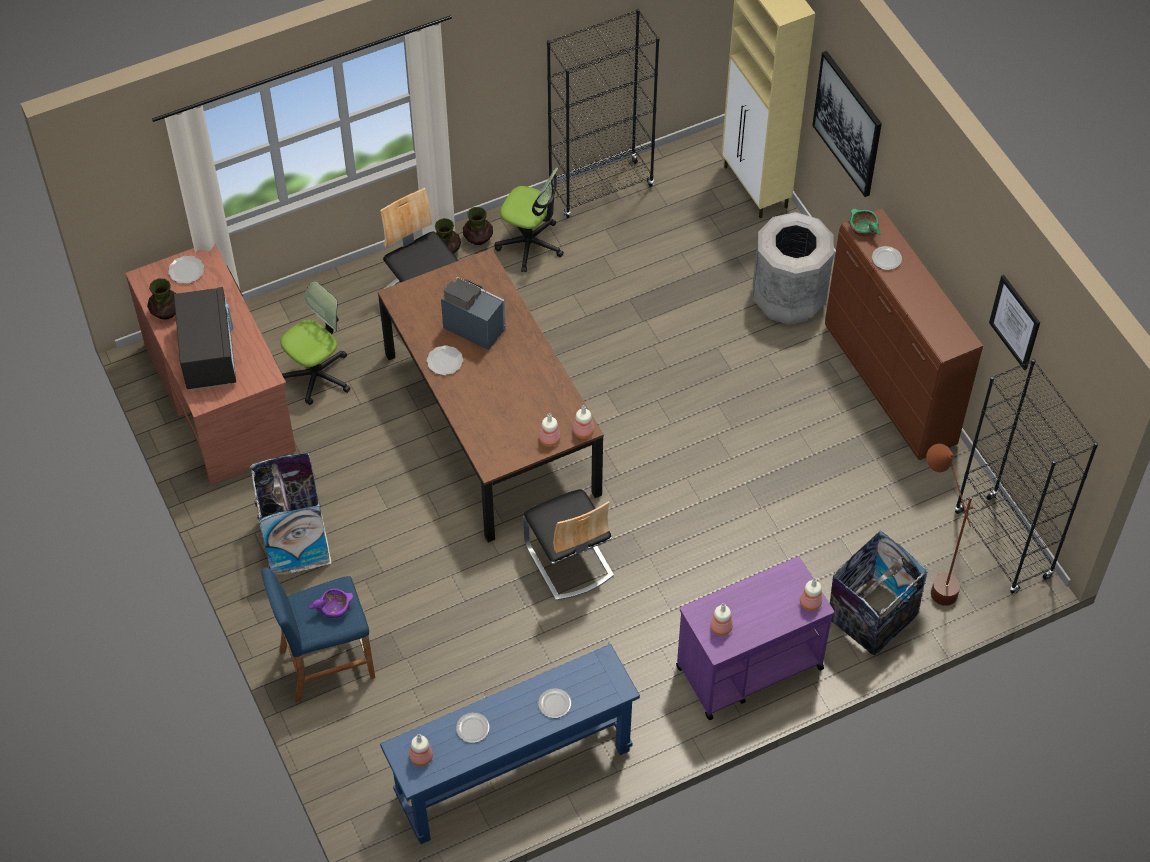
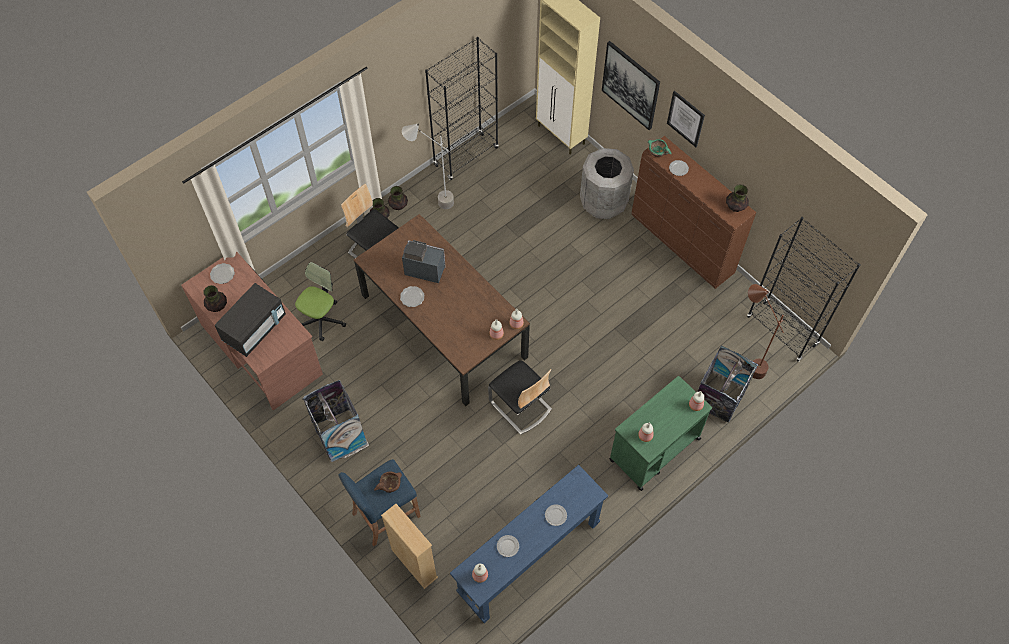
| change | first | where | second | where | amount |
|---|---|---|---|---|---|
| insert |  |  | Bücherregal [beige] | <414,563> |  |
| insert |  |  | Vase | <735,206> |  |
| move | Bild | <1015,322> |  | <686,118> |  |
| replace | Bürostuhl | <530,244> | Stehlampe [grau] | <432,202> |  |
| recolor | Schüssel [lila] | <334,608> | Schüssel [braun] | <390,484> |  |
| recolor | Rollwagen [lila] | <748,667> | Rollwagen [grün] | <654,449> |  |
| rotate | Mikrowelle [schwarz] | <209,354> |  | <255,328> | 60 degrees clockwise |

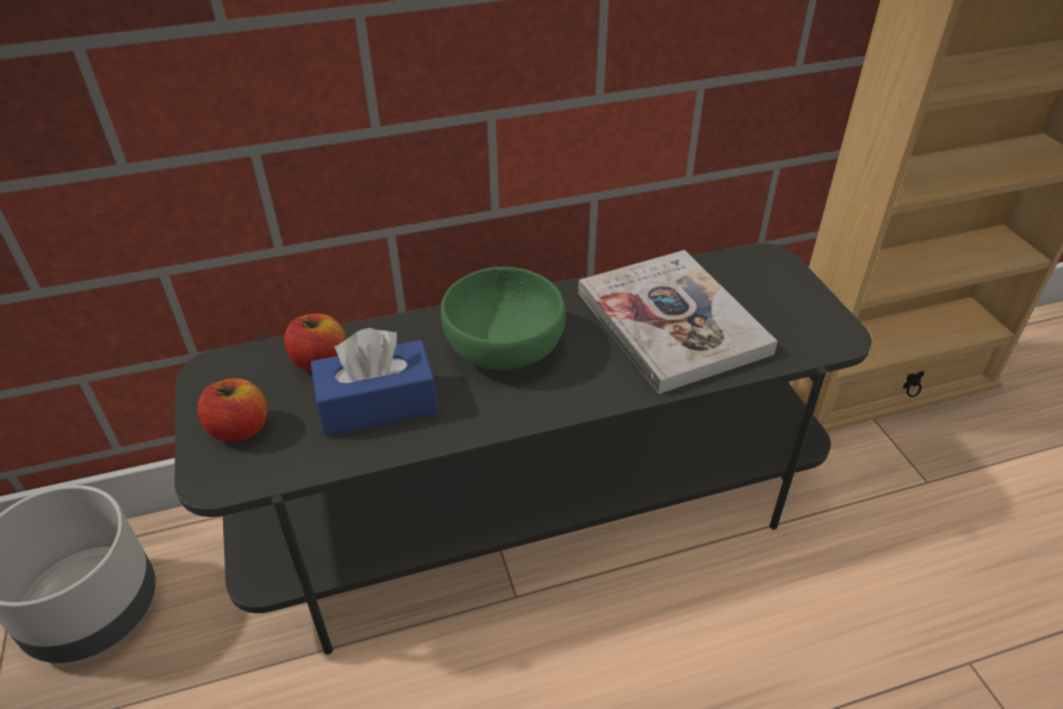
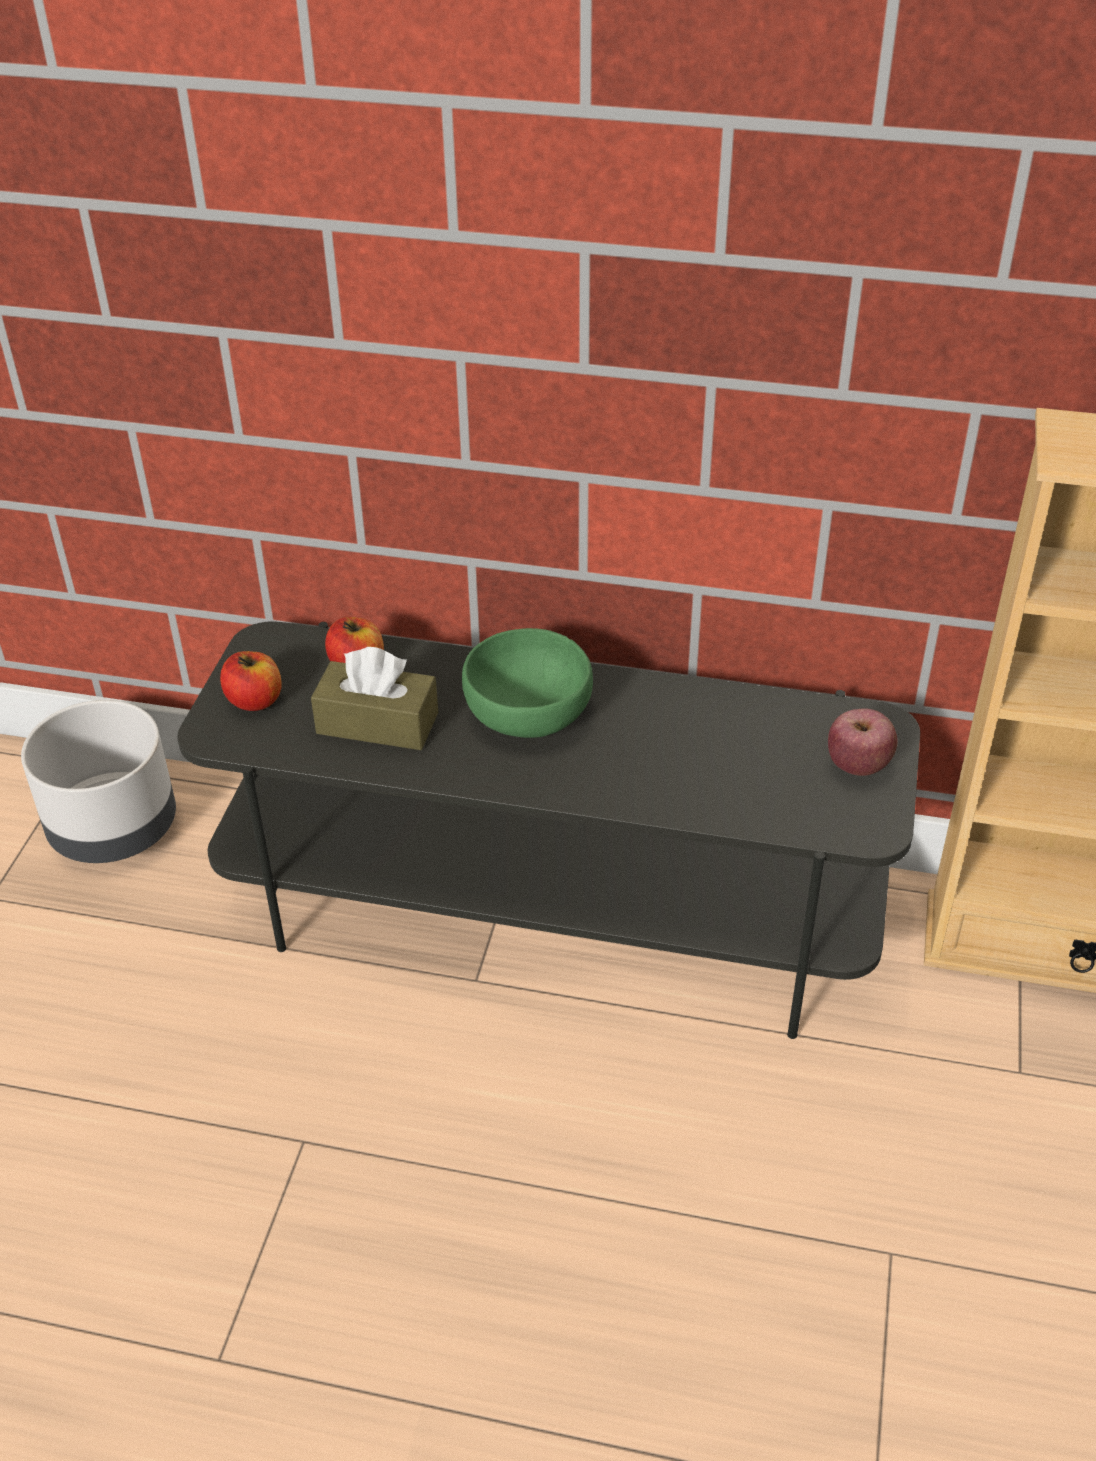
| change | first | where | second | where | amount |
|---|---|---|---|---|---|
| delete | Buch | <671,322> |  |  |  |
| insert |  |  | Apfel | <858,766> |  |
| recolor | Taschentuchbox [blau] | <377,404> | Taschentuchbox [braun] | <377,723> |  |

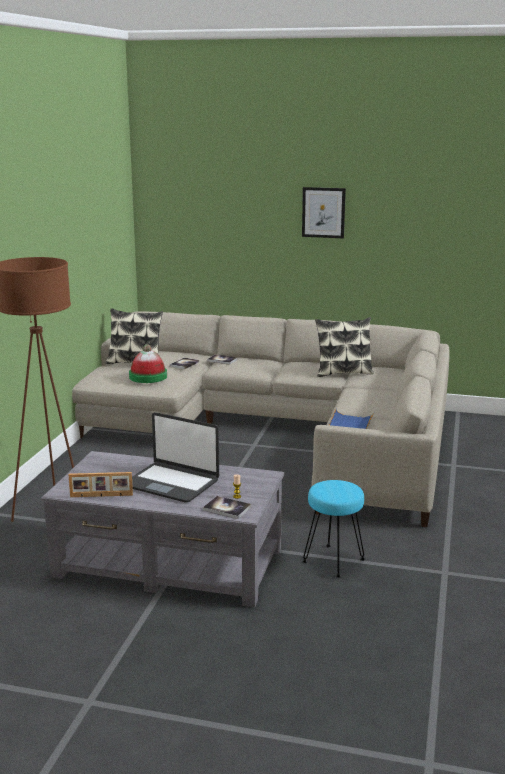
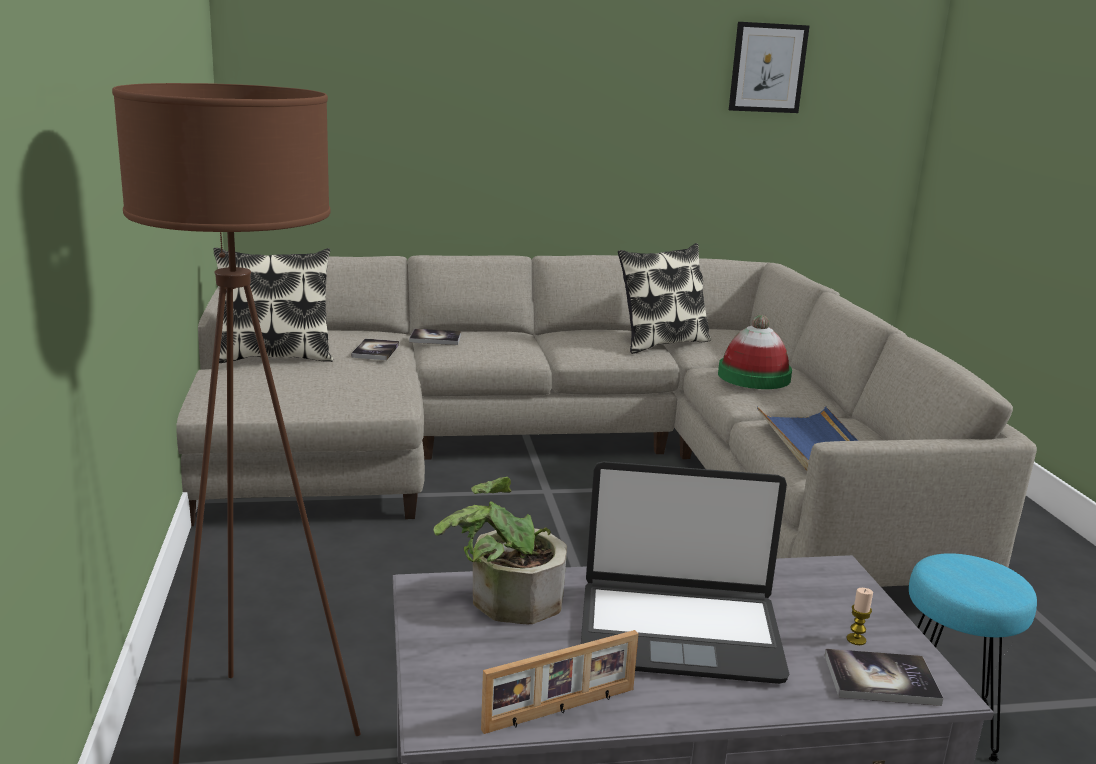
| change | first | where | second | where | amount |
|---|---|---|---|---|---|
| insert |  |  | Topfpflanze | <504,598> |  |
| move | Hut | <148,376> |  | <754,376> |  |
| move | Bild | <323,212> |  | <767,68> |  |

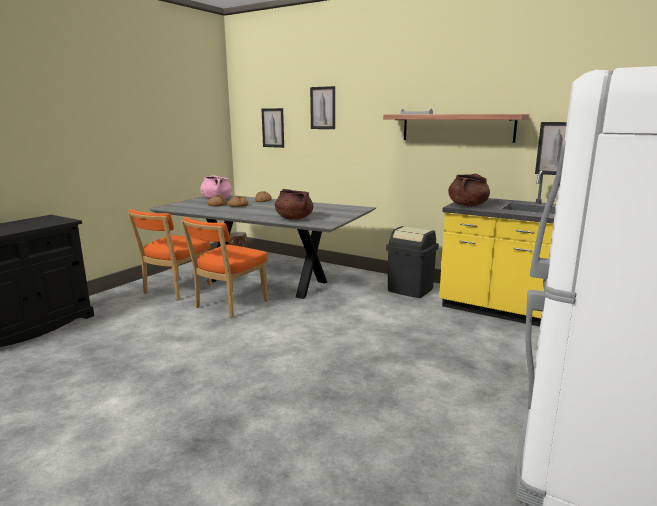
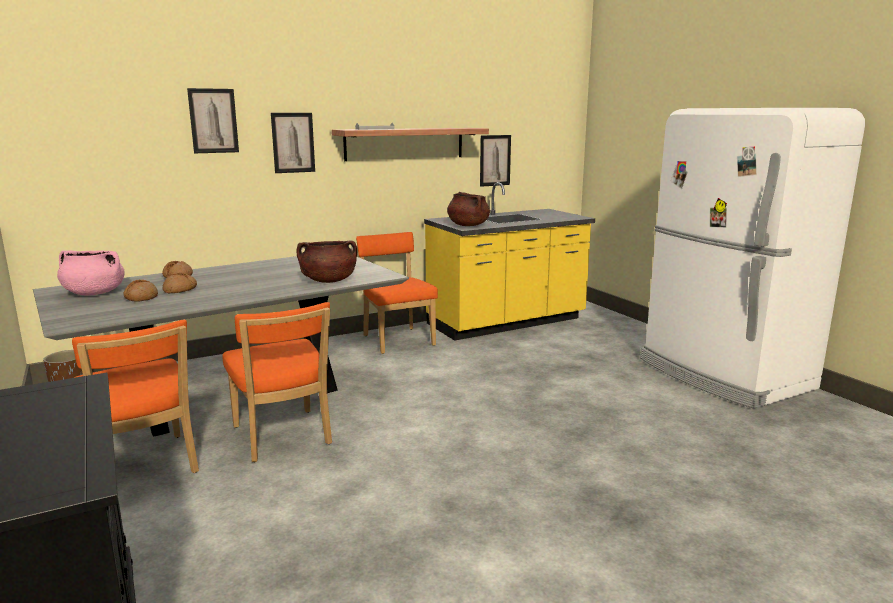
| change | first | where | second | where | amount |
|---|---|---|---|---|---|
| move | Bild | <273,128> |  | <293,142> |  |
| replace | Mülleimer [schwarz] | <410,290> | Stuhl [orange] | <397,339> |  |

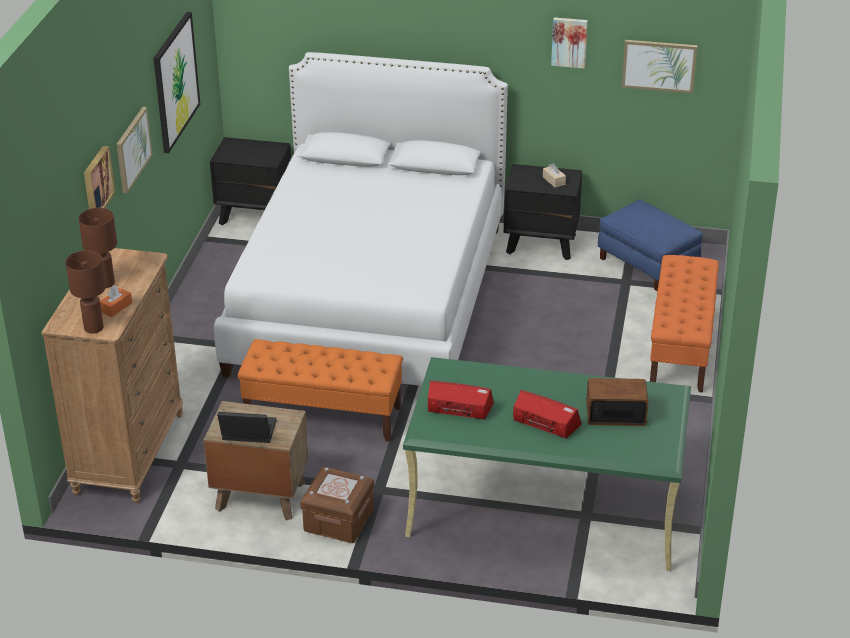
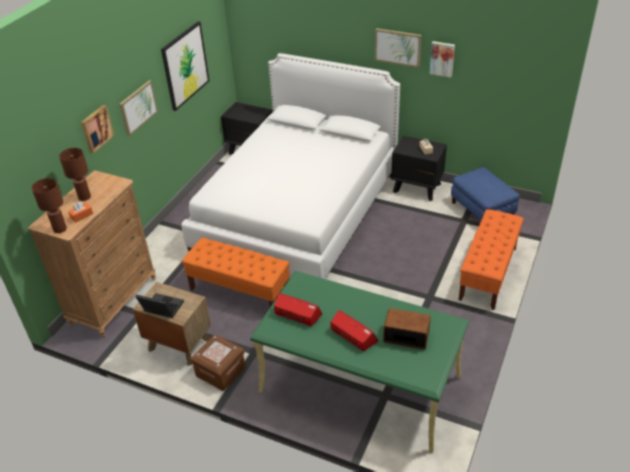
| change | first | where | second | where | amount |
|---|---|---|---|---|---|
| move | Bild | <659,65> |  | <398,47> |  |

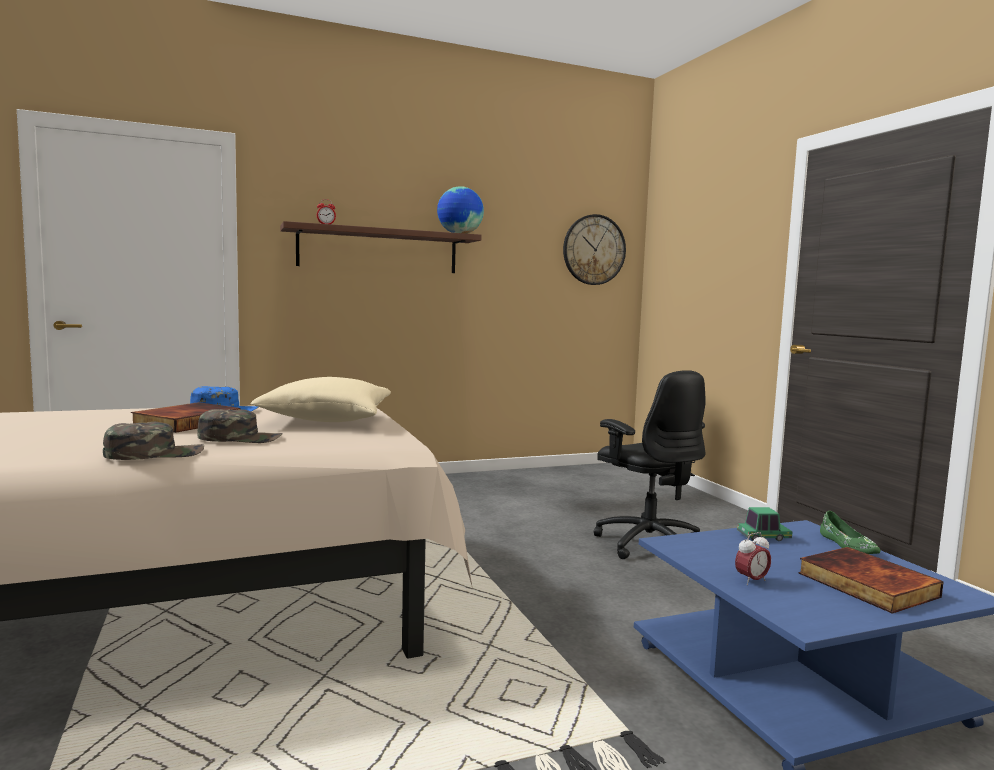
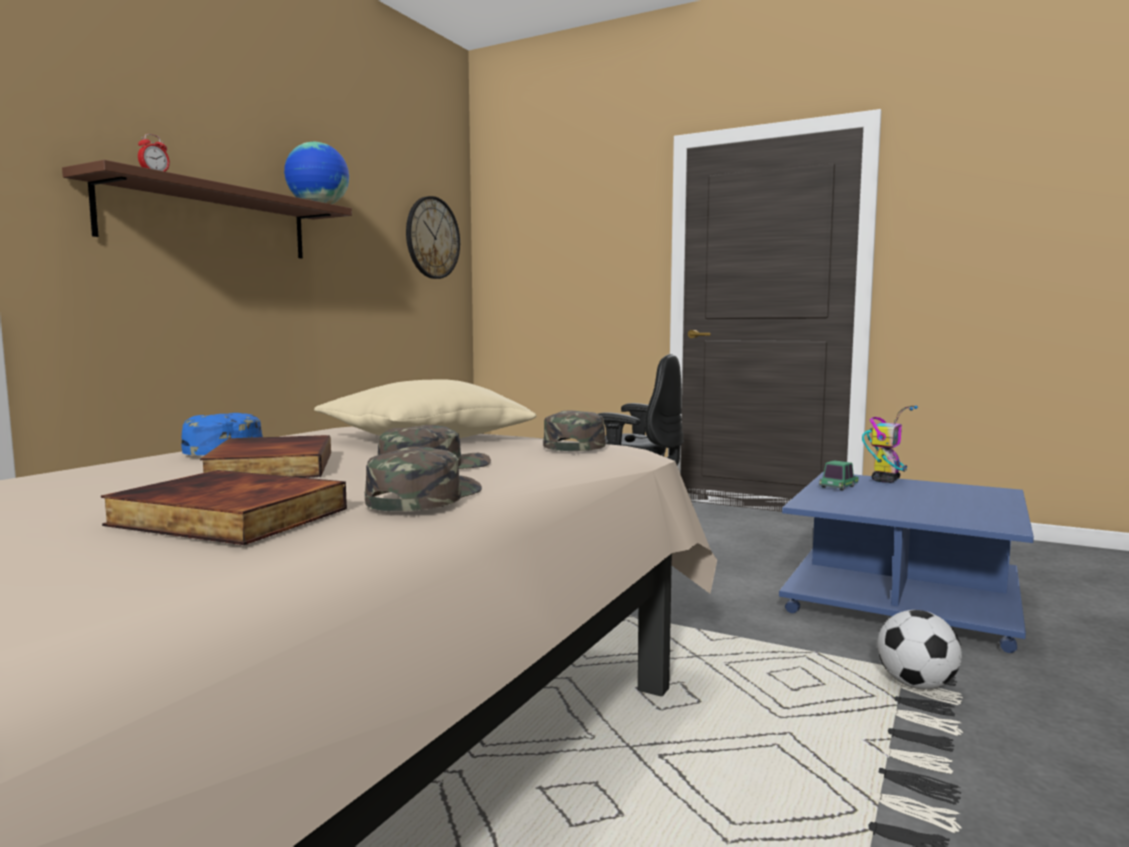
| change | first | where | second | where | amount |
|---|---|---|---|---|---|
| delete | Wecker | <751,581> |  |  |  |
| insert |  |  | Kappe [grün] | <576,445> |  |
| insert |  |  | Fußball | <916,685> |  |
| move | Buch | <865,585> |  | <225,518> |  |
| replace | Schuh [grün] | <847,545> | Spielzeugroboter | <885,480> |  |

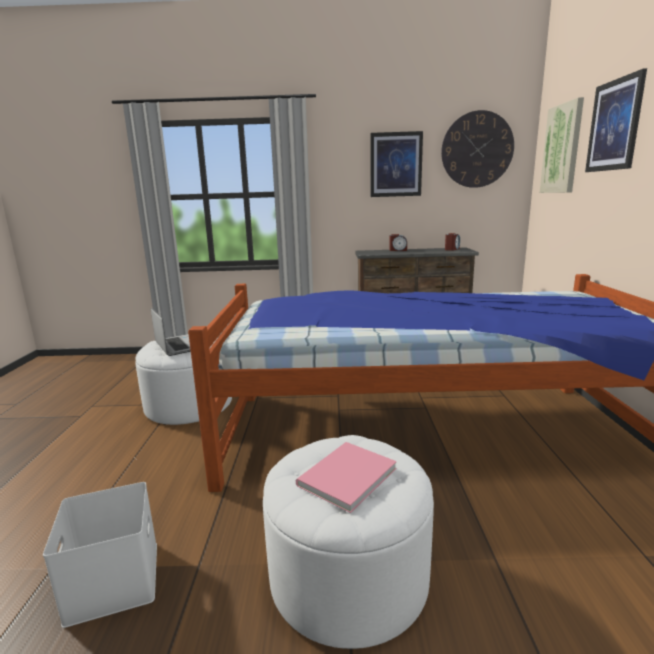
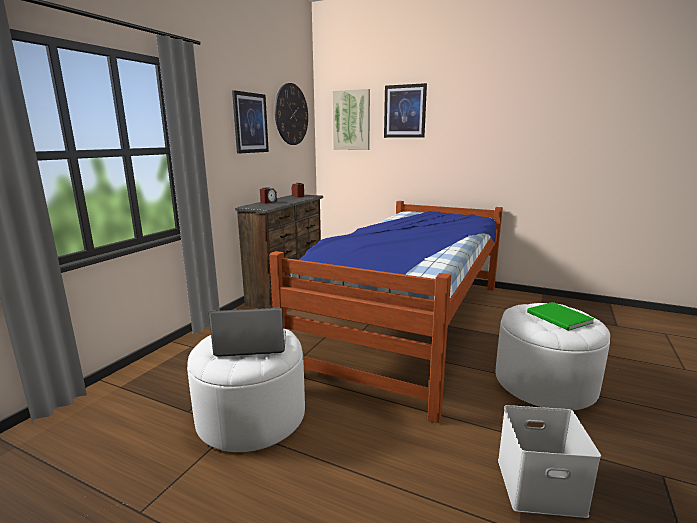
| change | first | where | second | where | amount |
|---|---|---|---|---|---|
| recolor | Buch [rosa] | <344,477> | Buch [grün] | <559,318> |  |

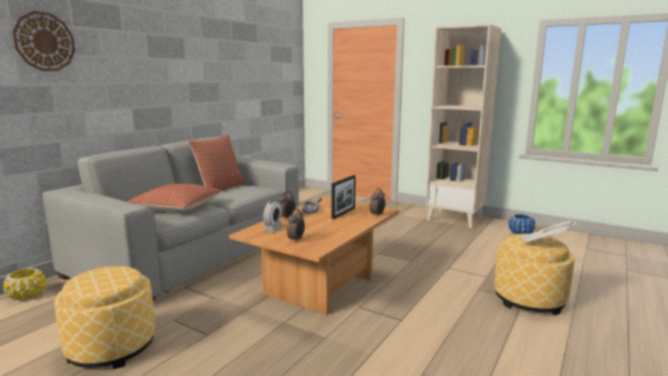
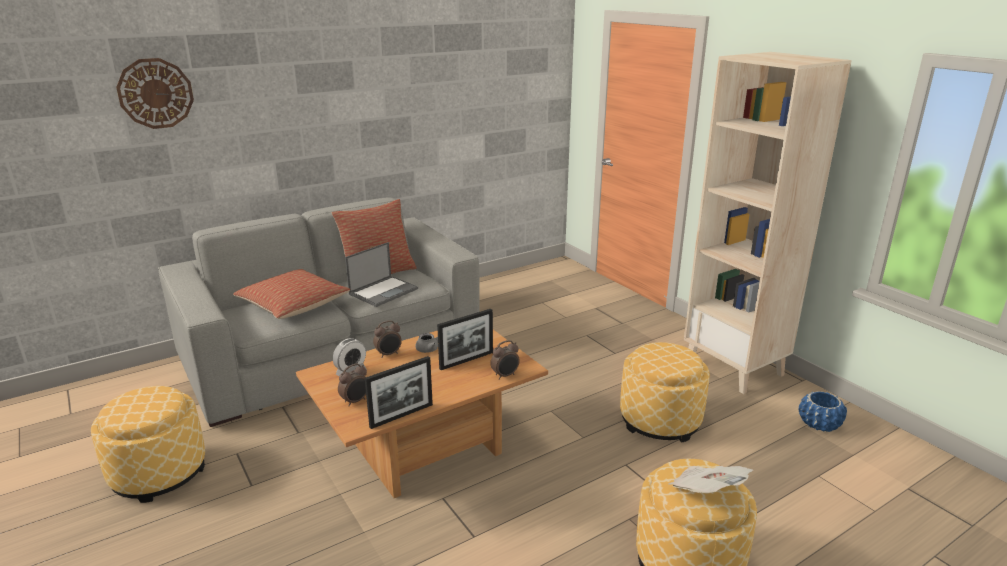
| change | first | where | second | where | amount |
|---|---|---|---|---|---|
| delete | Pflanzkübel [gelb] | <27,295> |  |  |  |
| insert |  |  | Laptop | <384,291> |  |
| insert |  |  | Bilderrahmen | <401,415> |  |
| insert |  |  | Polsterhocker | <660,420> |  |

